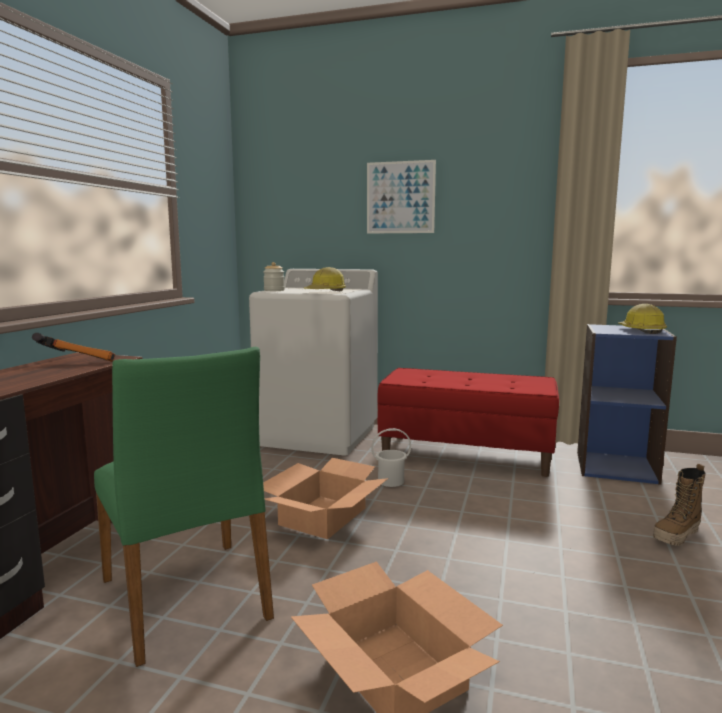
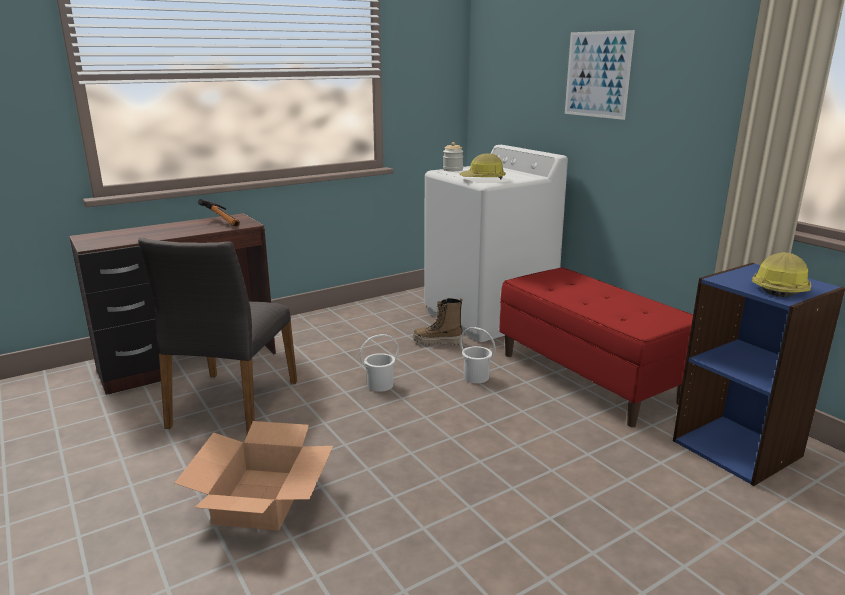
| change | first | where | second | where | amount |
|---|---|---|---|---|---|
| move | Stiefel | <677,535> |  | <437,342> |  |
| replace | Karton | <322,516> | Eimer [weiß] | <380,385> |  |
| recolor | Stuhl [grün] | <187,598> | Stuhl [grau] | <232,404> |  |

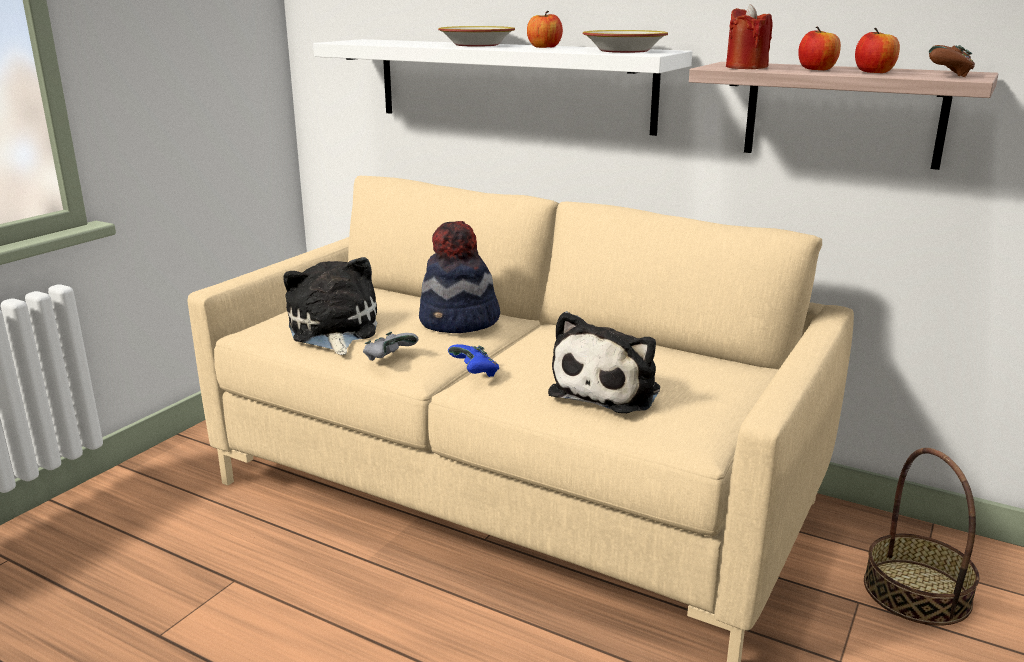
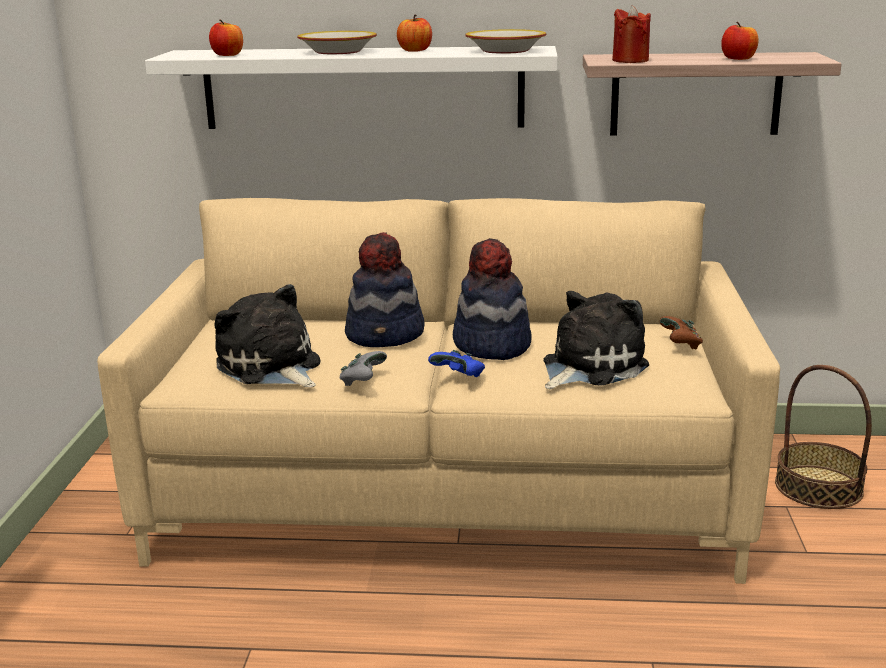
| change | first | where | second | where | amount |
|---|---|---|---|---|---|
| insert |  |  | Hut | <491,345> |  |
| move | Apfel | <817,69> |  | <228,55> |  |
| move | Gamepad [braun] | <948,75> |  | <680,344> |  |
| rotate | Plüschtier | <609,390> |  | <589,367> | 135 degrees counterclockwise |

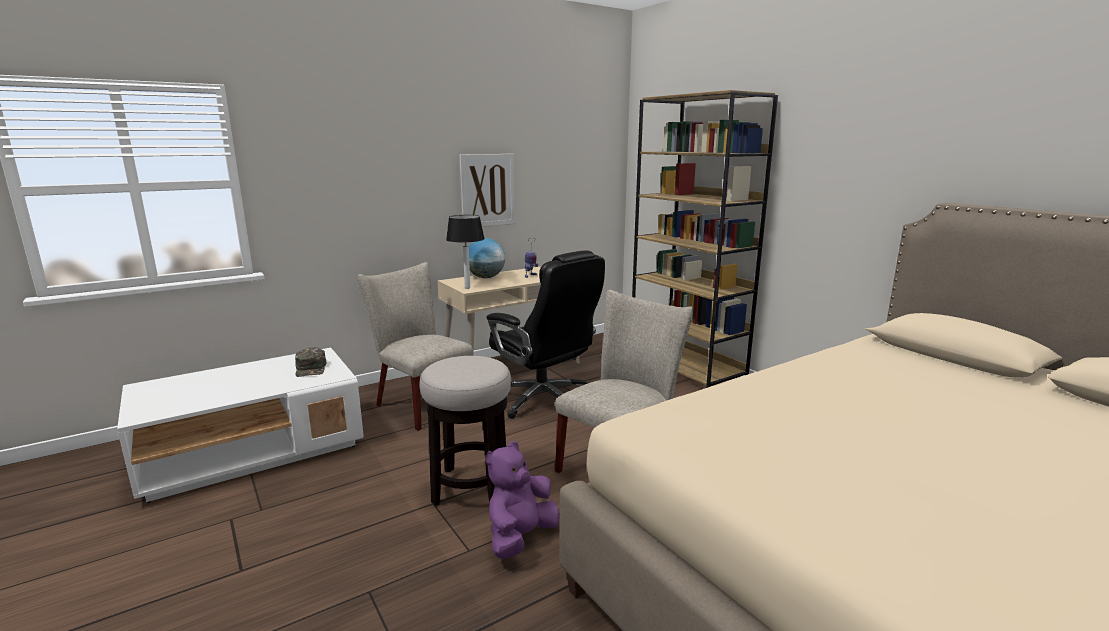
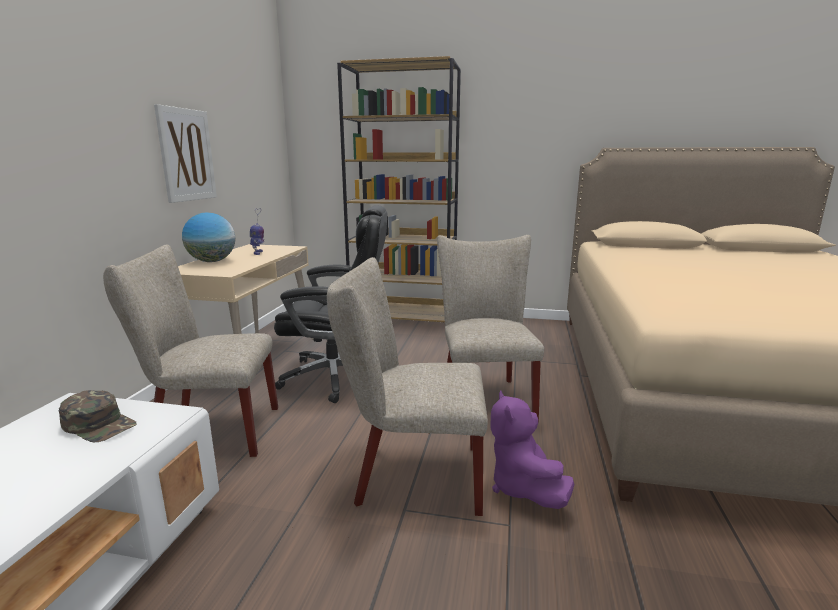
| change | first | where | second | where | amount |
|---|---|---|---|---|---|
| delete | Tischlampe | <467,287> |  |  |  |
| replace | Hocker | <471,487> | Stuhl [beige] | <410,475> |  |

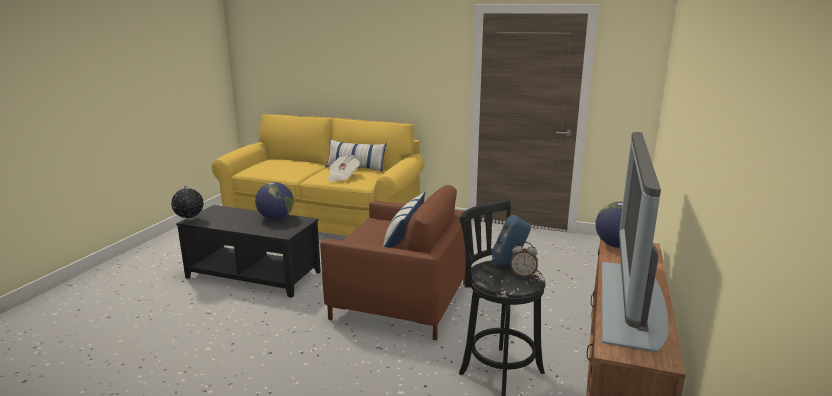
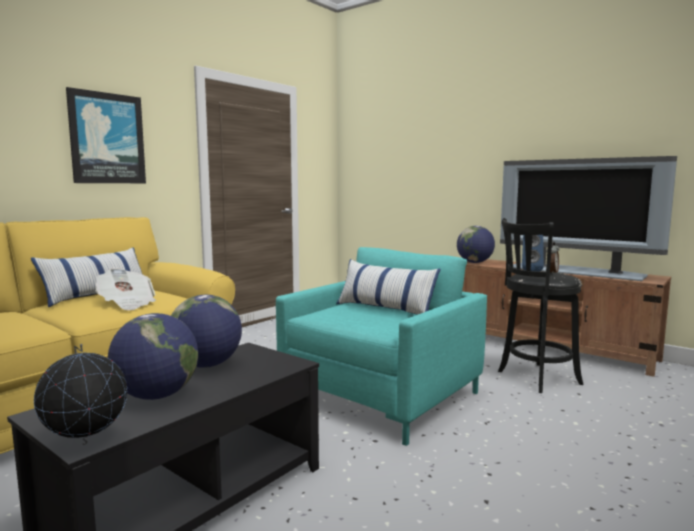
| change | first | where | second | where | amount |
|---|---|---|---|---|---|
| insert |  |  | Bild | <107,138> |  |
| insert |  |  | Globus | <156,396> |  |
| recolor | Sessel [braun] | <401,300> | Sessel [türkis] | <381,396> |  |

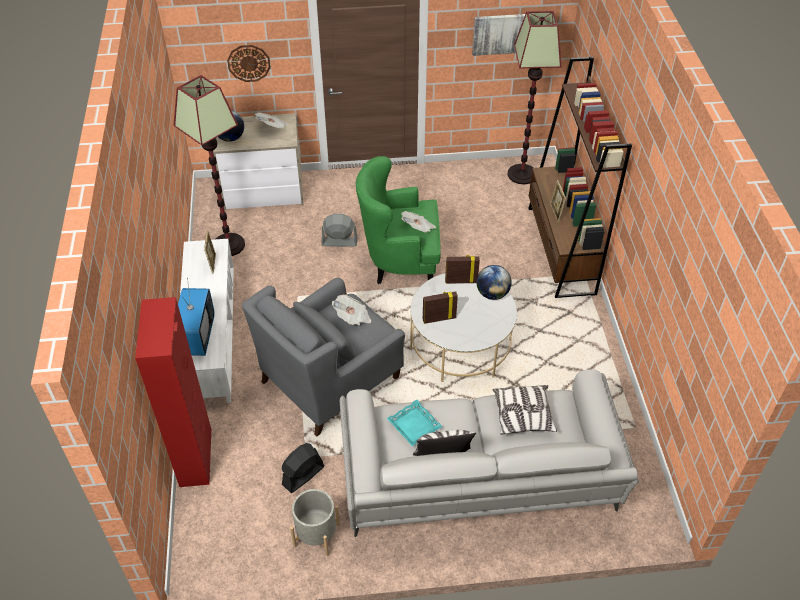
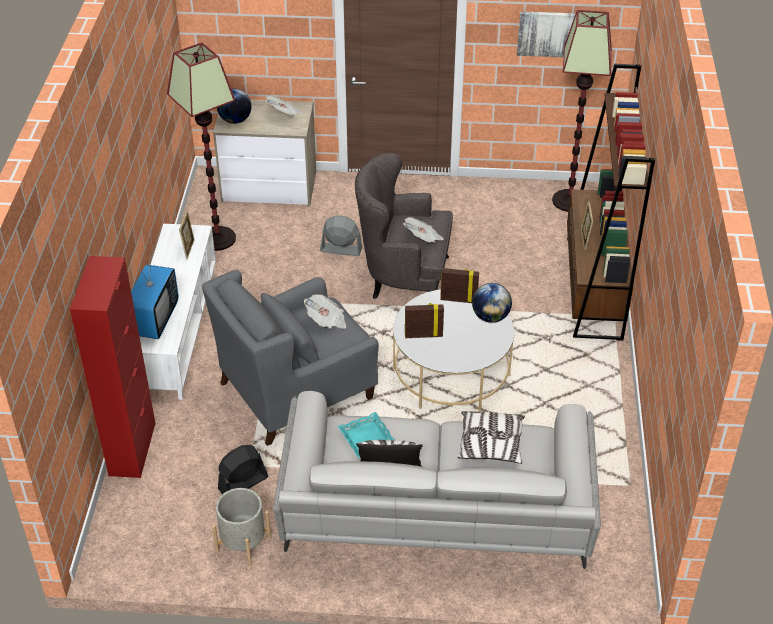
| change | first | where | second | where | amount |
|---|---|---|---|---|---|
| delete | Wanduhr | <249,63> |  |  |  |
| recolor | Sessel [grün] | <400,264> | Sessel [grau] | <404,281> |  |

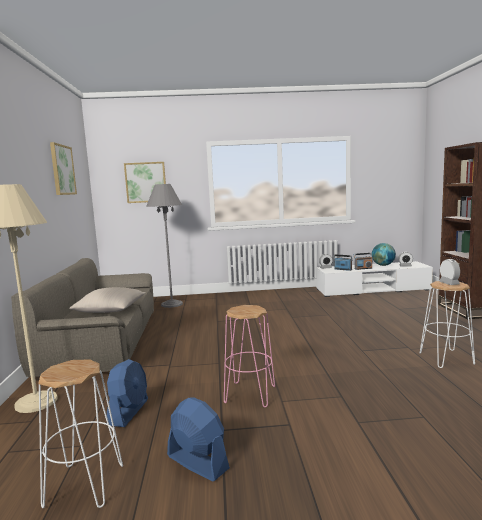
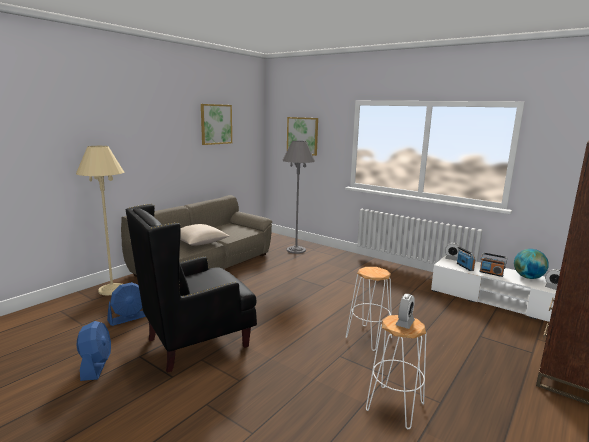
| change | first | where | second | where | amount |
|---|---|---|---|---|---|
| move | Hocker [weiß] | <85,485> |  | <369,338> |  |
| replace | Hocker [rosa] | <249,394> | Sessel [schwarz] | <196,343> |  |

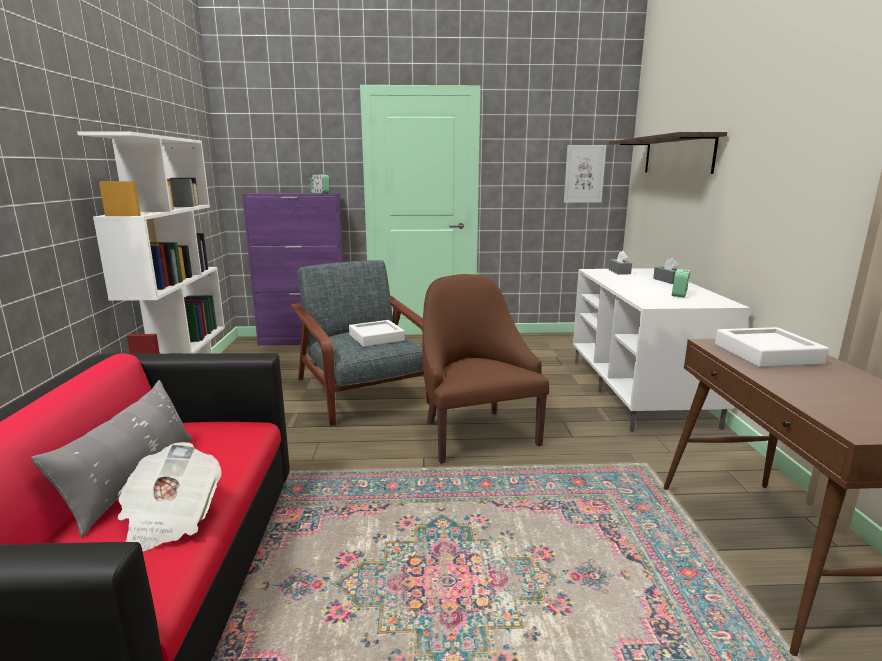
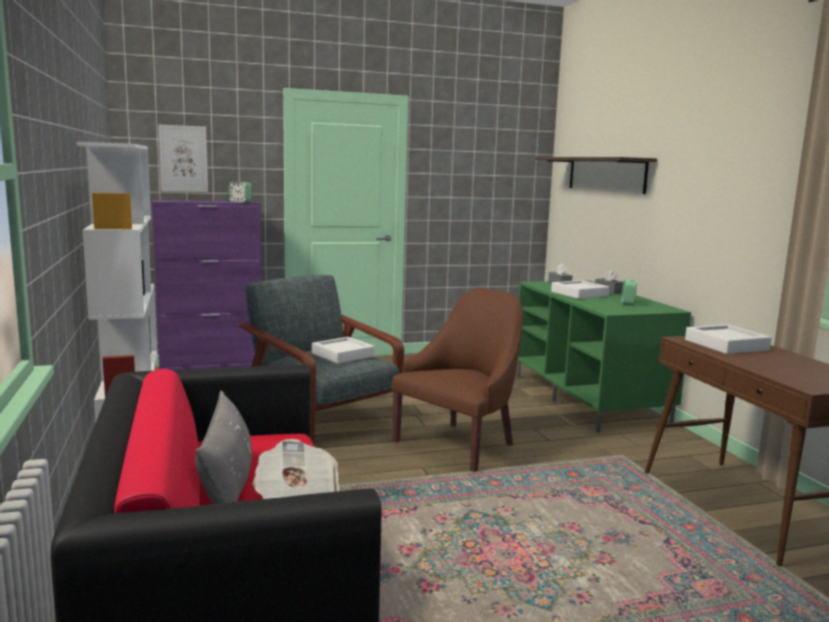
| change | first | where | second | where | amount |
|---|---|---|---|---|---|
| insert |  |  | Tablett [weiß] | <579,294> |  |
| move | Bild | <584,174> |  | <183,159> |  |
| recolor | Fernsehschrank [weiß] | <640,391> | Fernsehschrank [grün] | <589,399> |  |
| rotate | Sessel [braun] | <475,433> |  | <459,444> | 75 degrees clockwise |

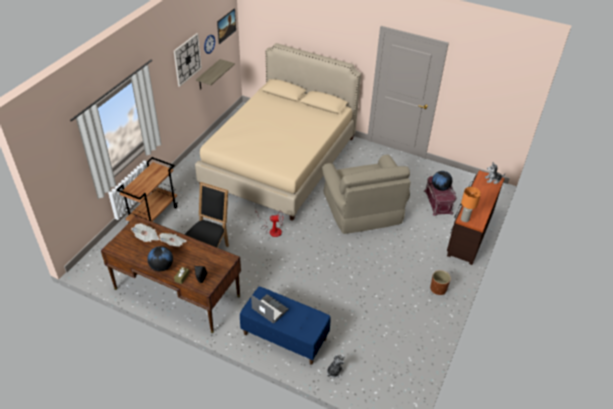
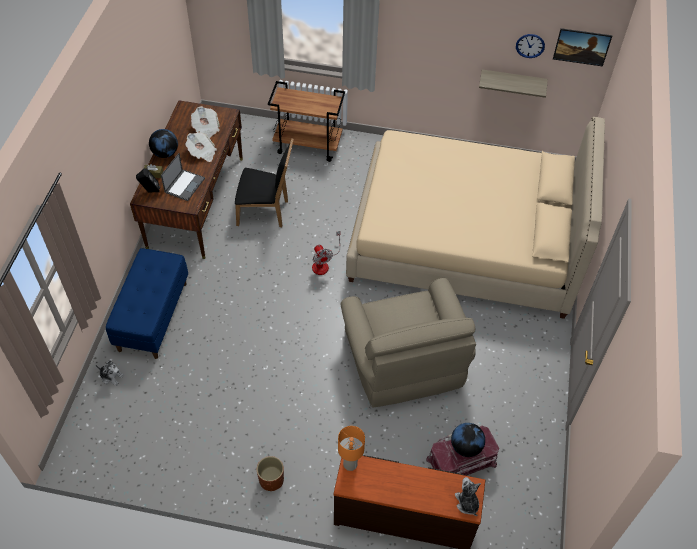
| change | first | where | second | where | amount |
|---|---|---|---|---|---|
| delete | Wanduhr | <187,59> |  |  |  |
| move | Laptop | <269,309> |  | <184,185> |  |
| rotate | Sessel [beige] | <362,208> |  | <404,359> | 75 degrees counterclockwise |

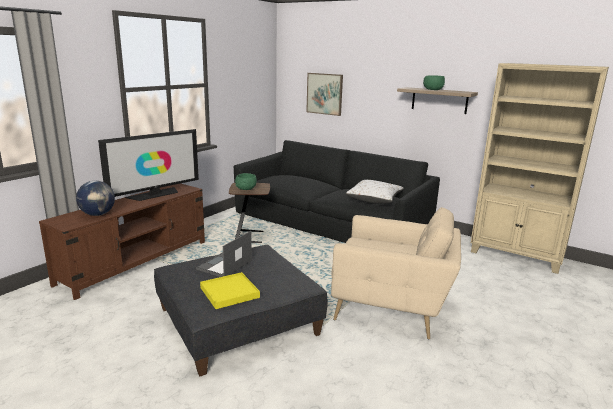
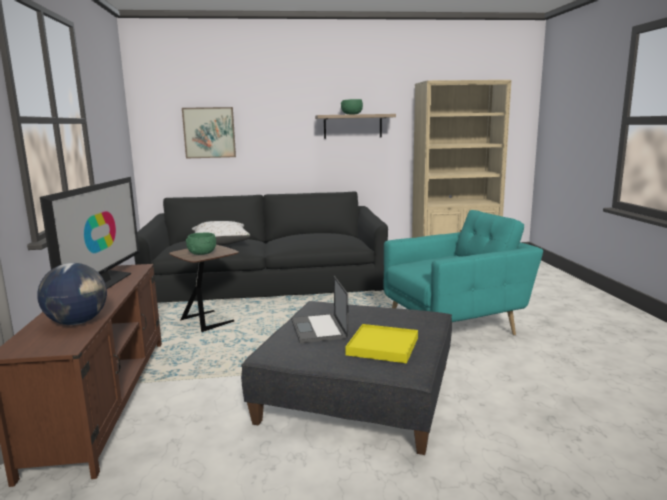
| change | first | where | second | where | amount |
|---|---|---|---|---|---|
| move | Kissen [weiß] | <374,200> |  | <220,243> |  |
| recolor | Sessel [beige] | <391,311> | Sessel [türkis] | <456,328> |  |

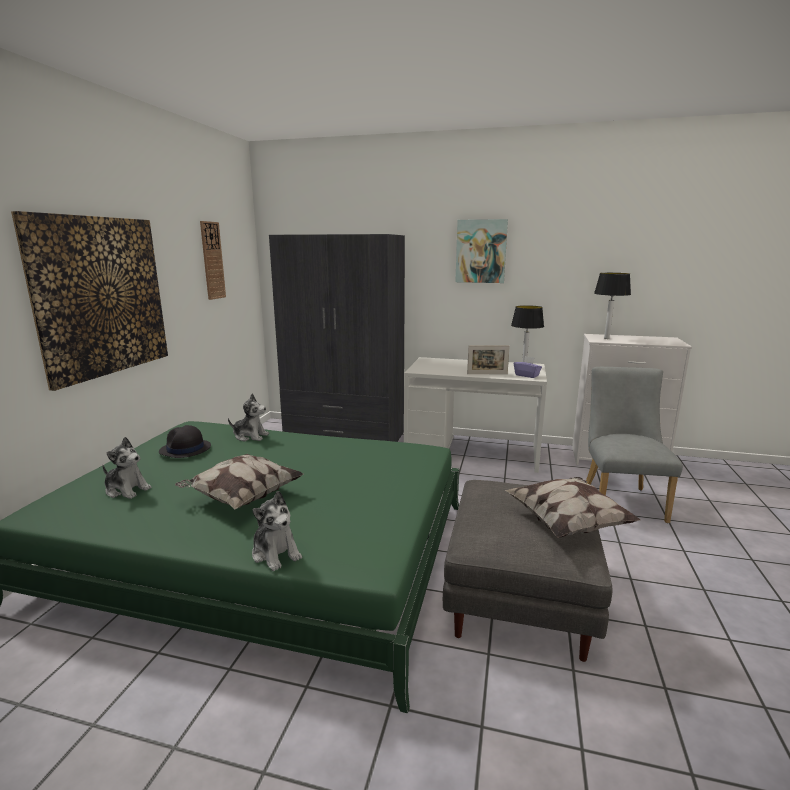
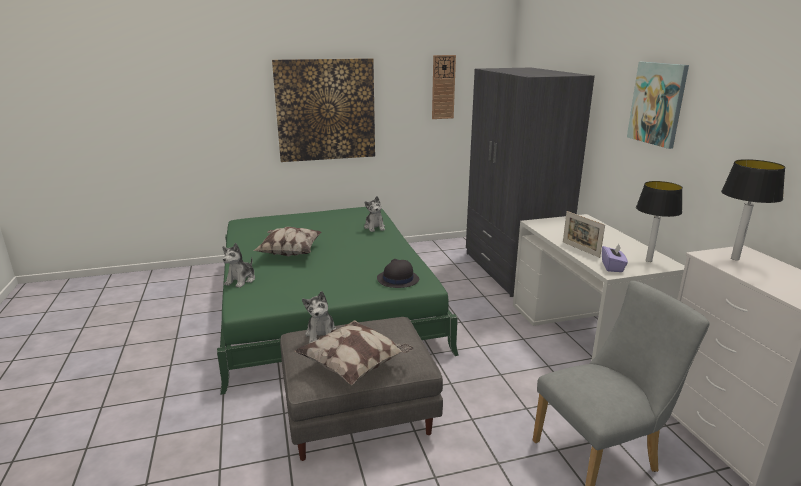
| change | first | where | second | where | amount |
|---|---|---|---|---|---|
| move | Plüschtier | <127,490> |  | <321,334> |  |
| move | Hut [schwarz] | <185,449> |  | <397,279> |  |

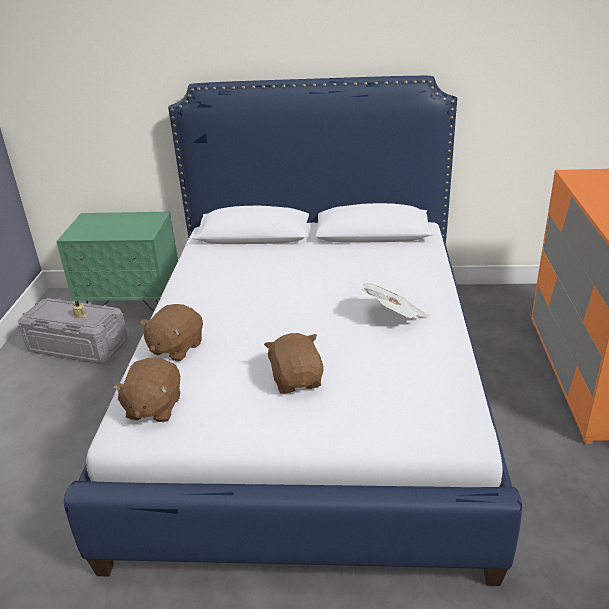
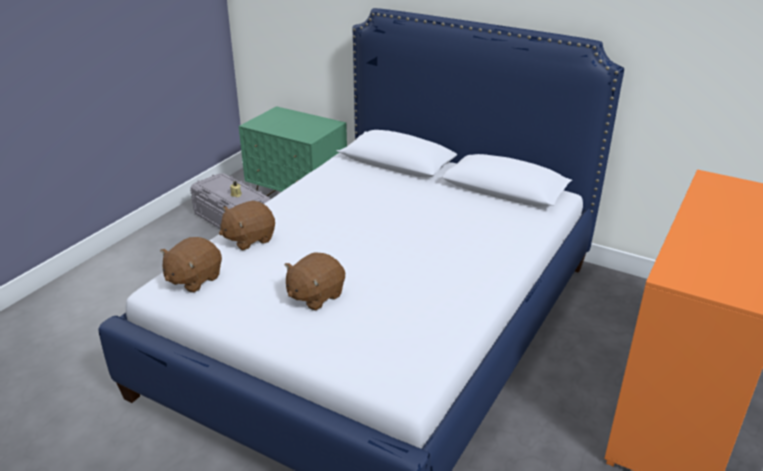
| change | first | where | second | where | amount |
|---|---|---|---|---|---|
| delete | Zeitung | <395,317> |  |  |  |
| rotate | Plüschtier [braun] | <297,380> |  | <315,296> | 150 degrees counterclockwise |

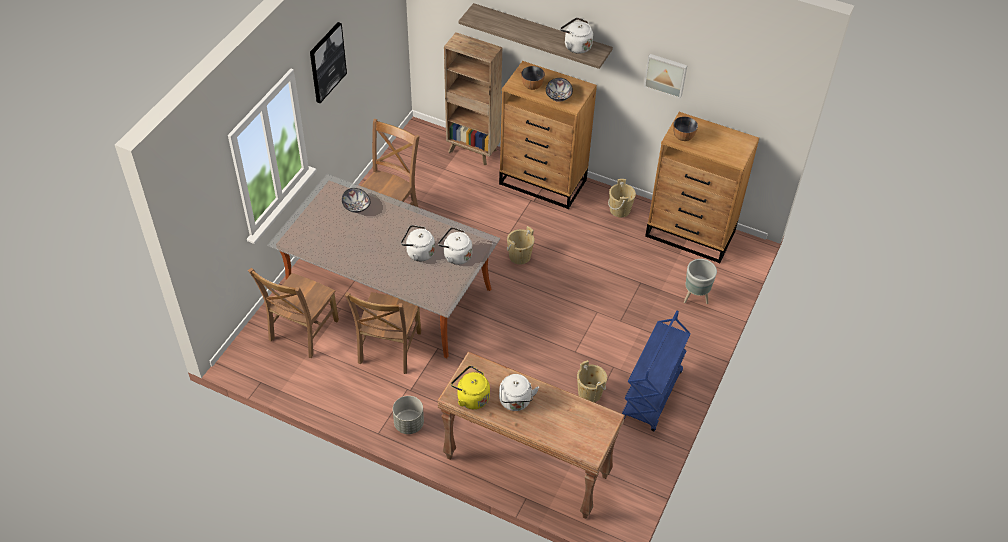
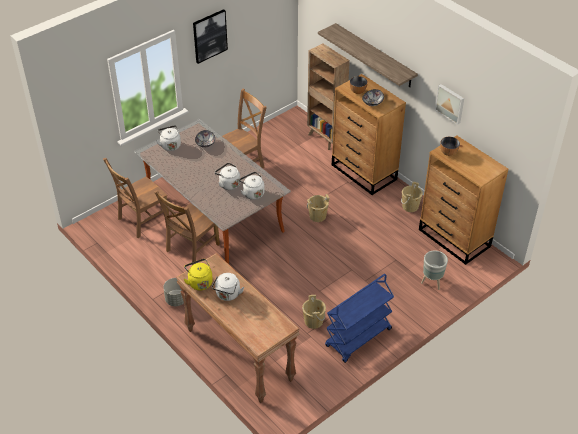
| change | first | where | second | where | amount |
|---|---|---|---|---|---|
| move | Wasserkessel [weiß] | <576,46> |  | <170,145> |  |

